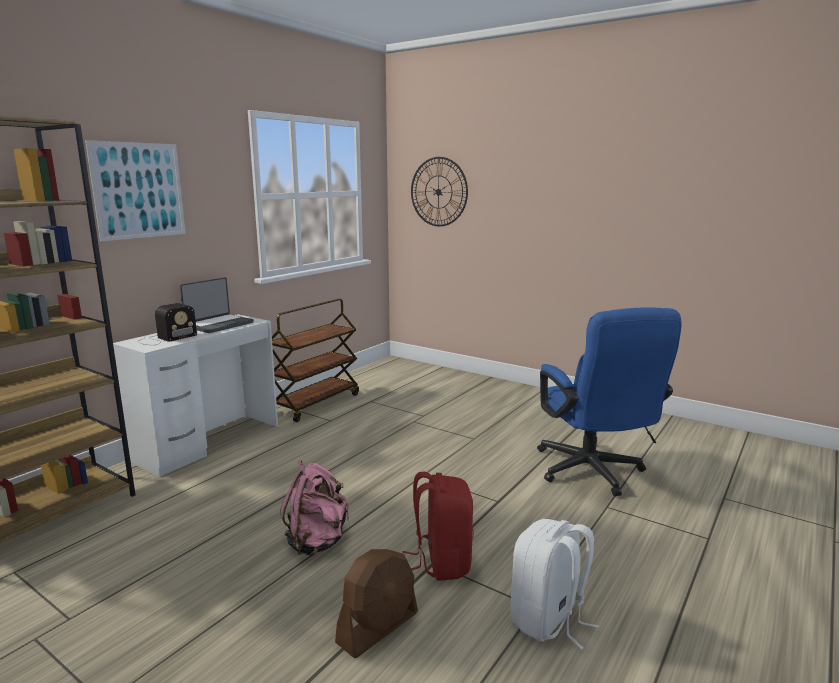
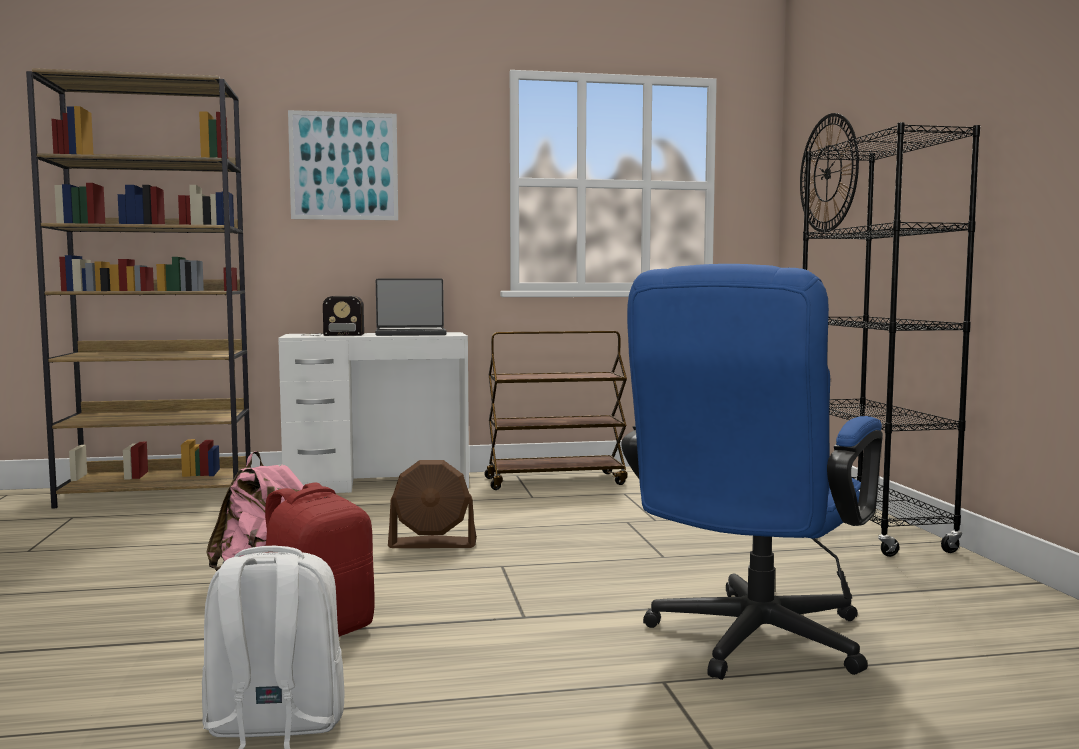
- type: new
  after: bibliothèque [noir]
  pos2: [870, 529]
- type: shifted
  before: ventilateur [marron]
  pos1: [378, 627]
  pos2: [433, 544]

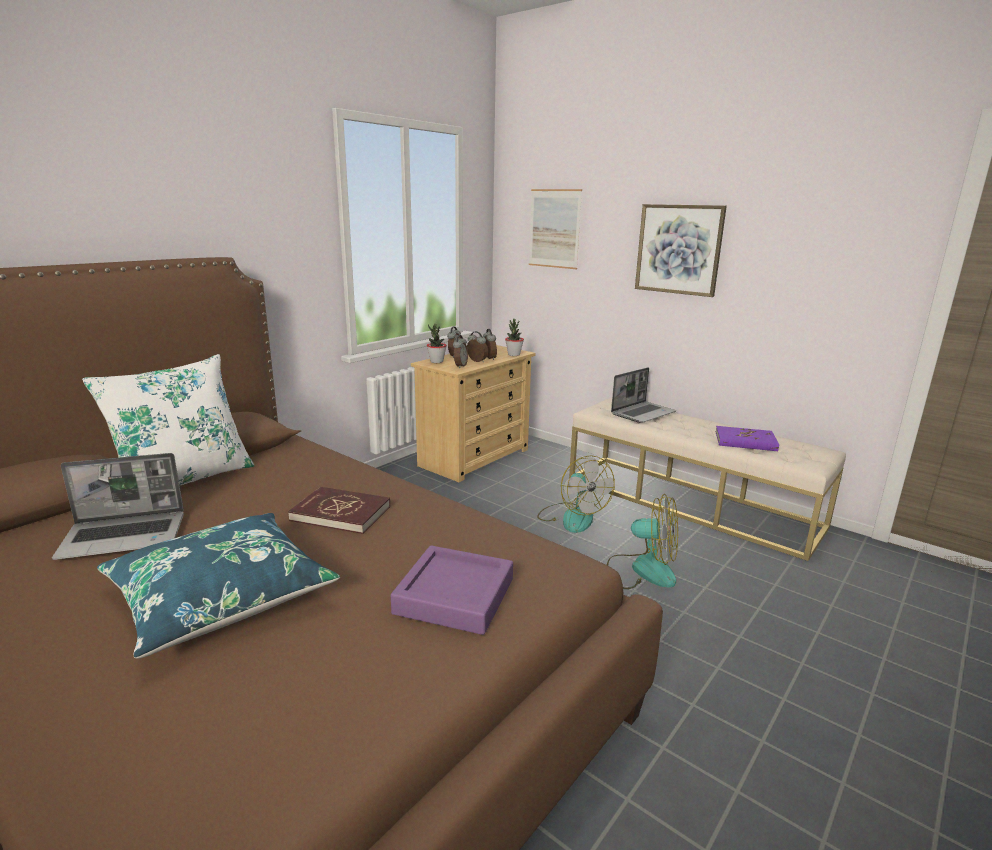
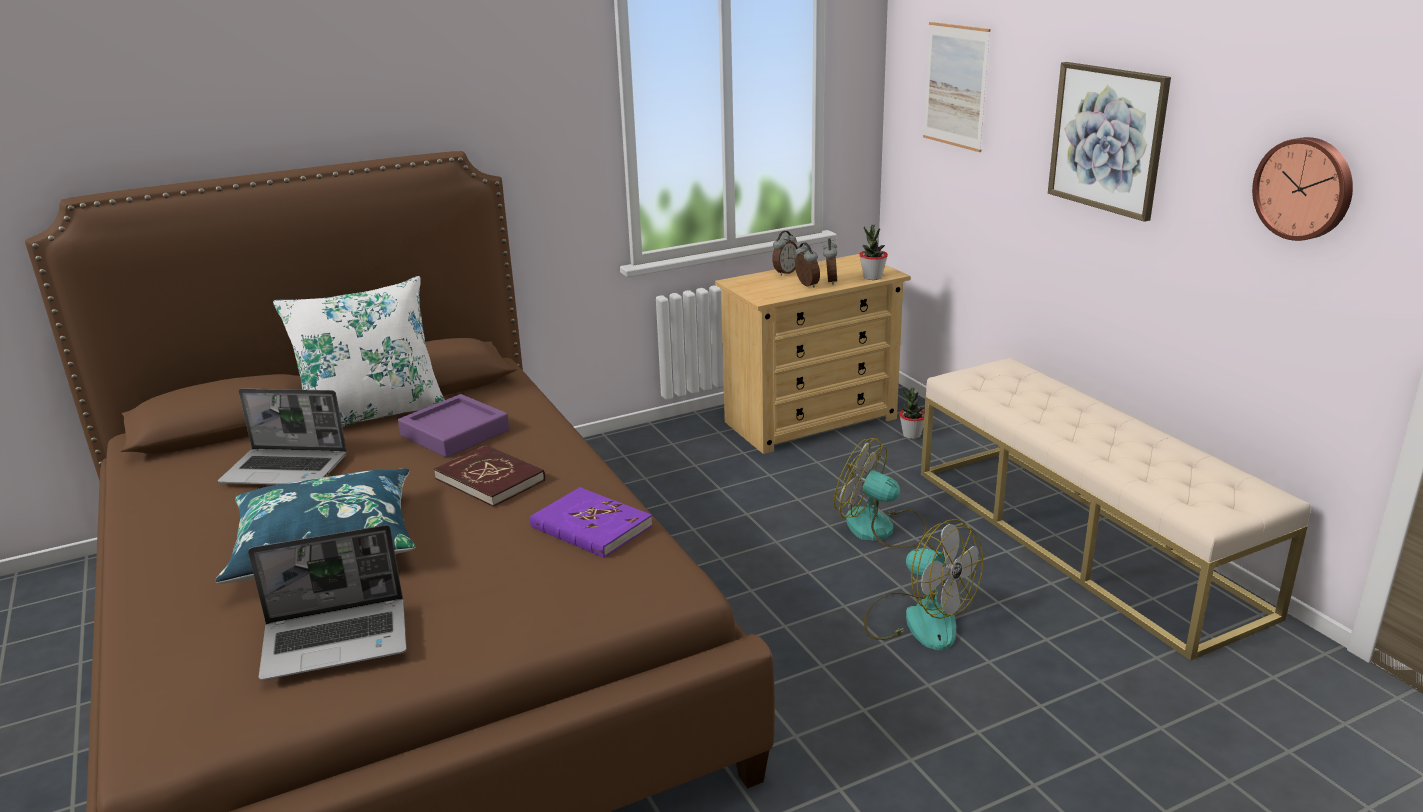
- type: gone
  before: réveil
  pos1: [460, 366]
- type: new
  after: horloge murale
  pos2: [1305, 188]
- type: shifted
  before: plateau [violet]
  pos1: [454, 596]
  pos2: [455, 433]
- type: shifted
  before: plante en pot
  pos1: [436, 362]
  pos2: [911, 435]
- type: shifted
  before: ordinateur portable
  pos1: [643, 413]
  pos2: [338, 640]
- type: shifted
  before: livre [violet]
  pos1: [745, 441]
  pos2: [591, 527]
- type: rotated
  before: ventilateur
  pos1: [572, 517]
  pos2: [881, 529]
  turn: 120

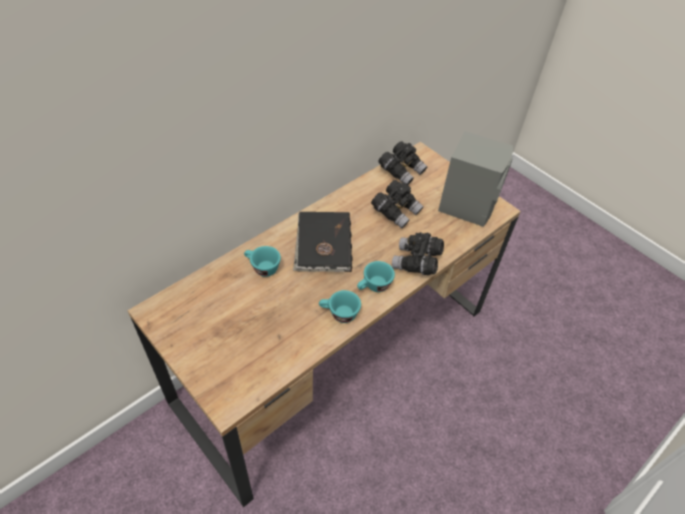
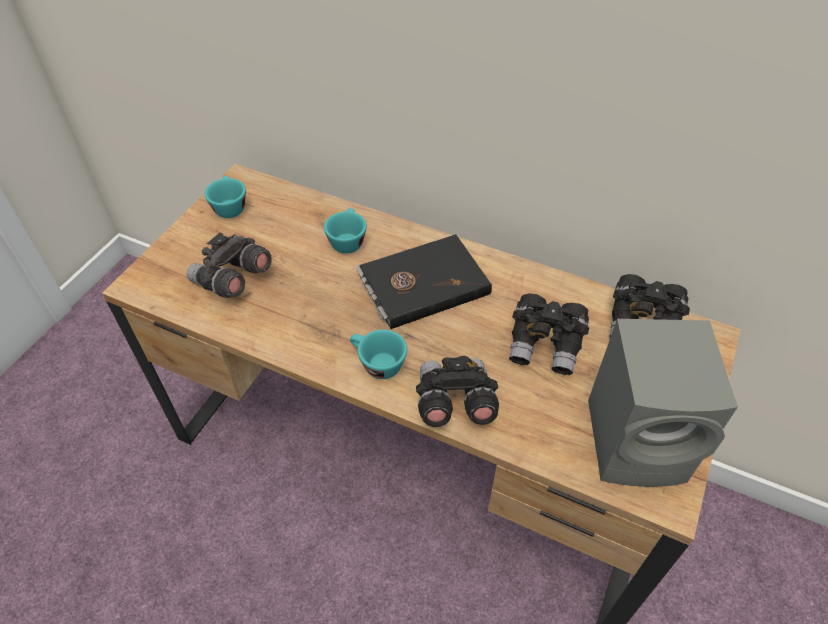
- type: new
  after: jumelles [gris]
  pos2: [232, 280]
- type: shifted
  before: tasse [turquoise]
  pos1: [339, 314]
  pos2: [229, 206]

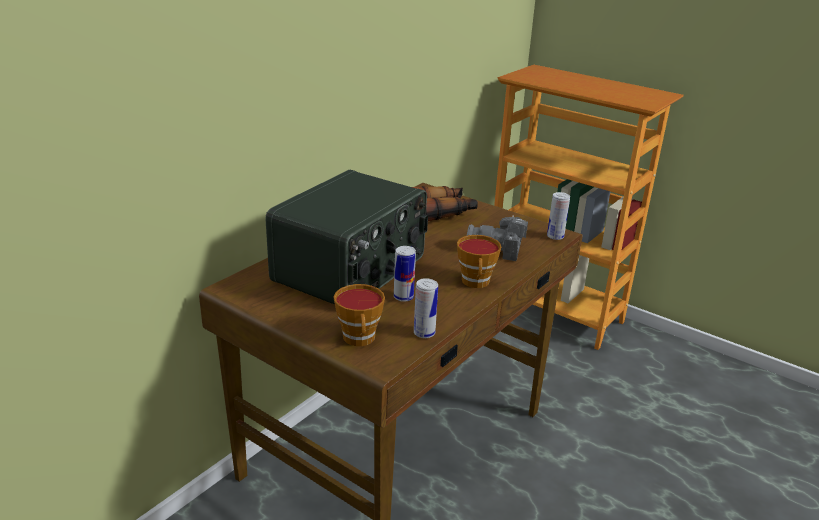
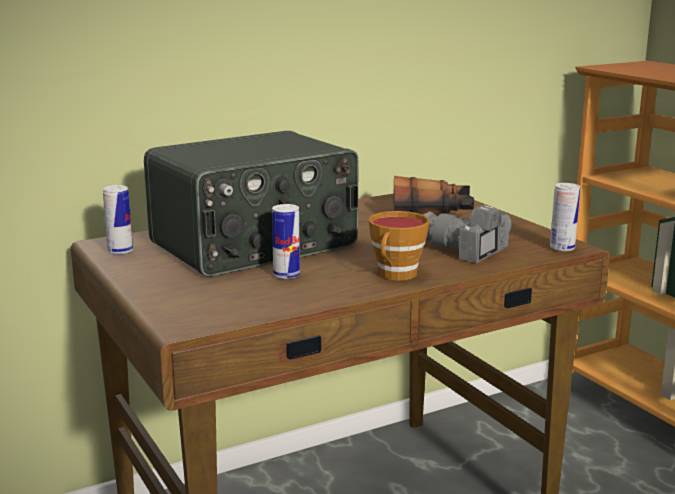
- type: gone
  before: tasse
  pos1: [360, 339]
- type: shifted
  before: boîte métallique
  pos1: [424, 333]
  pos2: [120, 251]

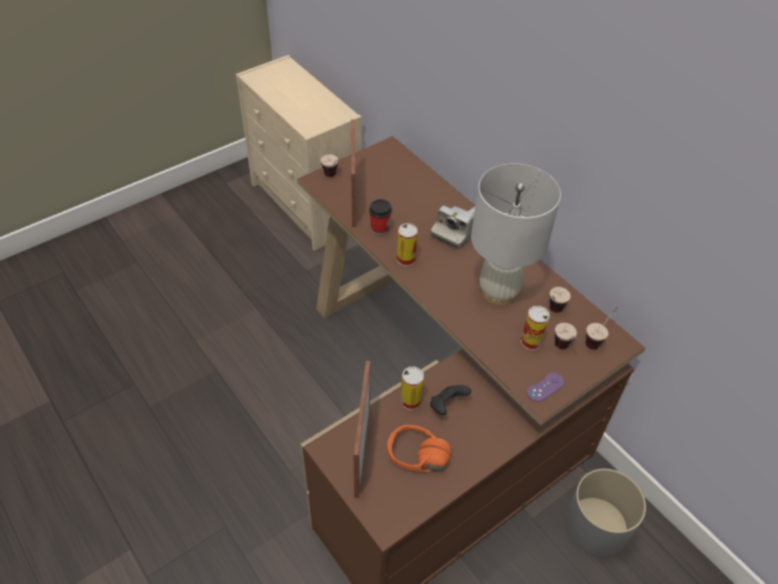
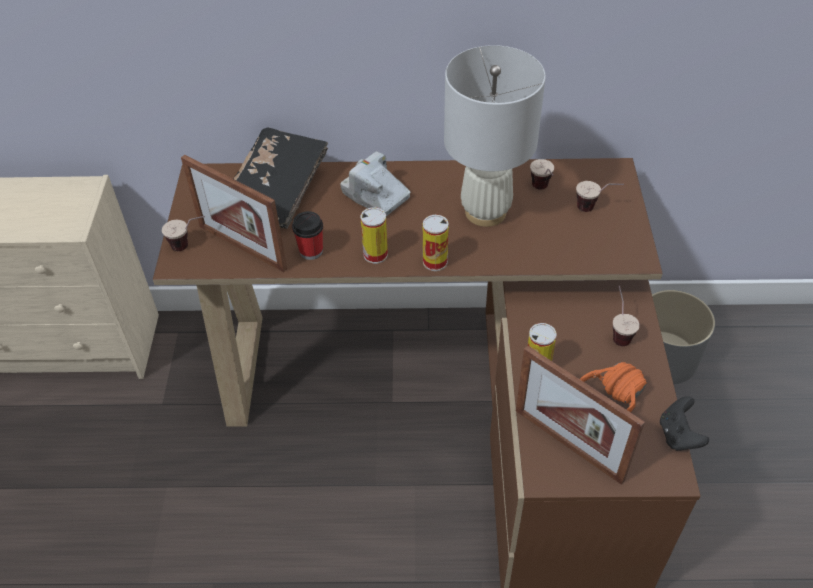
- type: gone
  before: manette [violet]
  pos1: [545, 387]
- type: new
  after: livre [noir]
  pos2: [277, 191]
- type: shifted
  before: manette [noir]
  pos1: [447, 406]
  pos2: [678, 435]
- type: shifted
  before: boîte métallique
  pos1: [531, 342]
  pos2: [435, 262]
- type: shifted
  before: tasse
  pos1: [597, 339]
  pos2: [618, 331]
- type: rotated
  before: appareil photo
  pos1: [455, 231]
  pos2: [376, 195]
  turn: 150

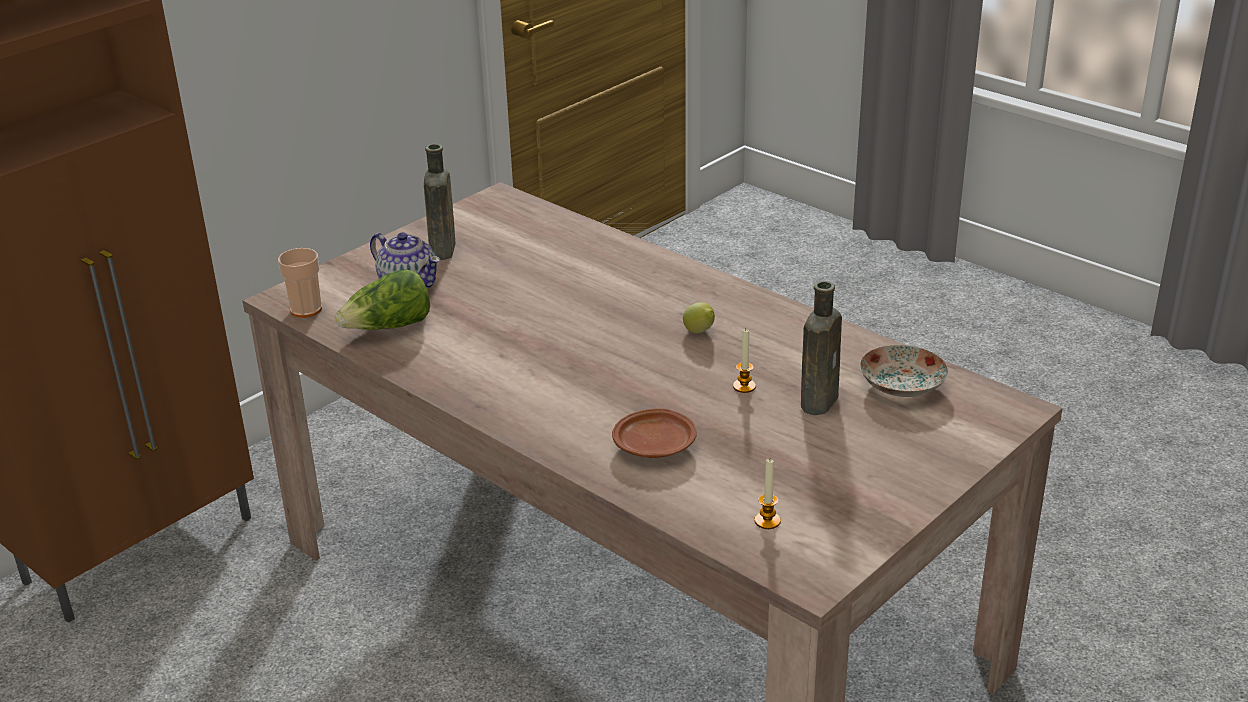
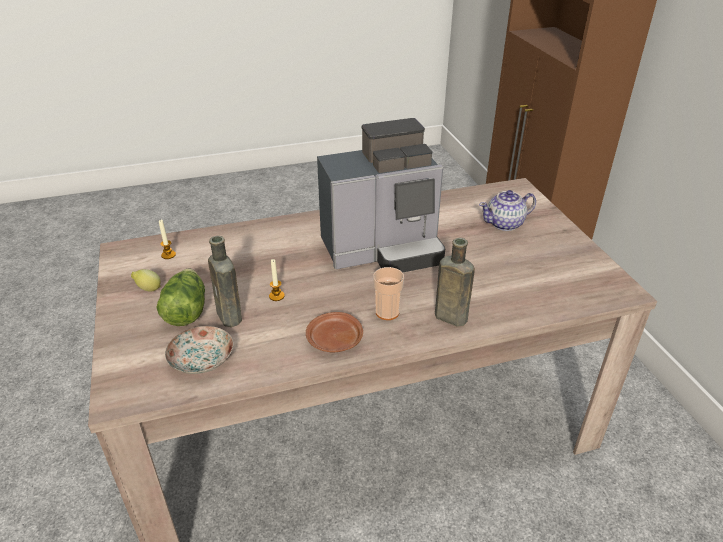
- type: new
  after: machine à café
  pos2: [383, 250]
- type: shifted
  before: tasse
  pos1: [306, 309]
  pos2: [387, 312]
- type: shifted
  before: laitue
  pos1: [389, 327]
  pos2: [185, 310]
- type: shifted
  before: bouteille [marron]
  pos1: [443, 252]
  pos2: [448, 317]
- type: shifted
  before: assiette [marron]
  pos1: [655, 446]
  pos2: [334, 340]
- type: shifted
  before: citron
  pos1: [700, 332]
  pos2: [148, 289]

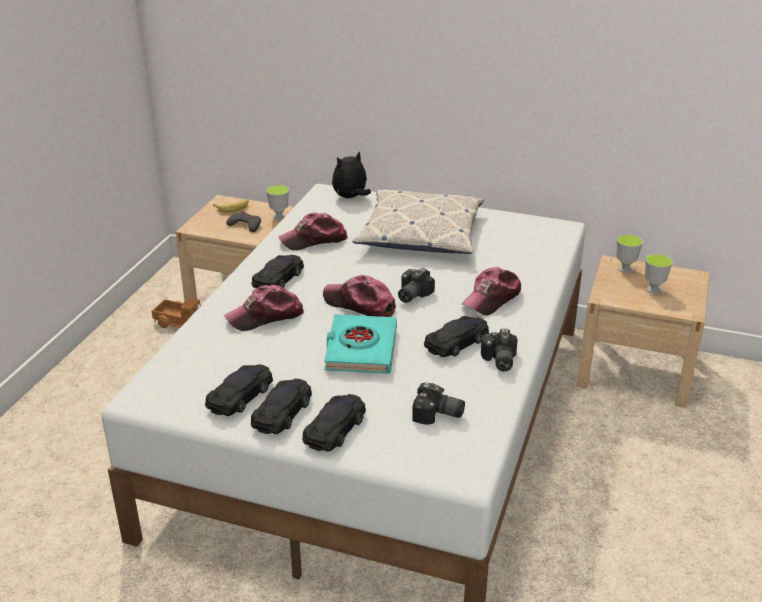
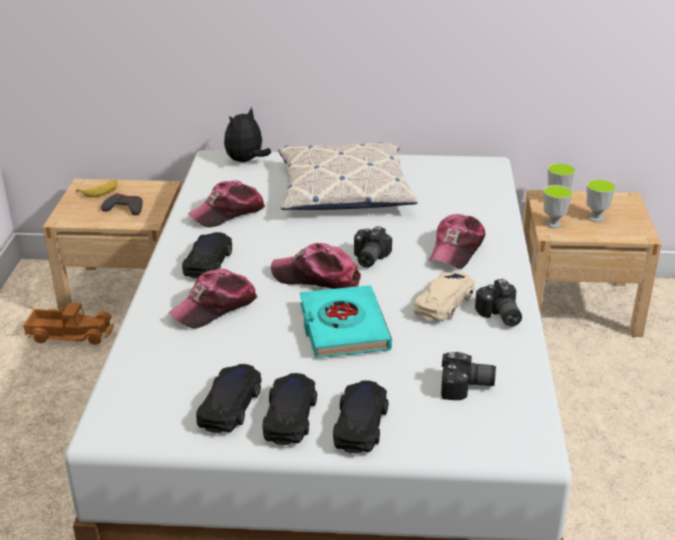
- type: shifted
  before: tasse
  pos1: [279, 217]
  pos2: [553, 224]
- type: repainted
  before: petite voiture [noir]
  after: petite voiture [beige]
  pos1: [457, 341]
  pos2: [445, 302]

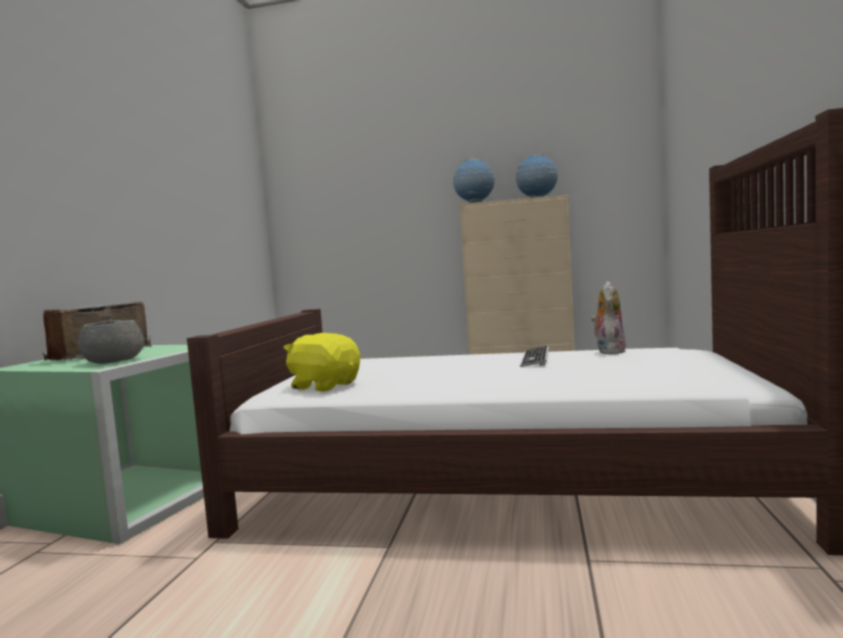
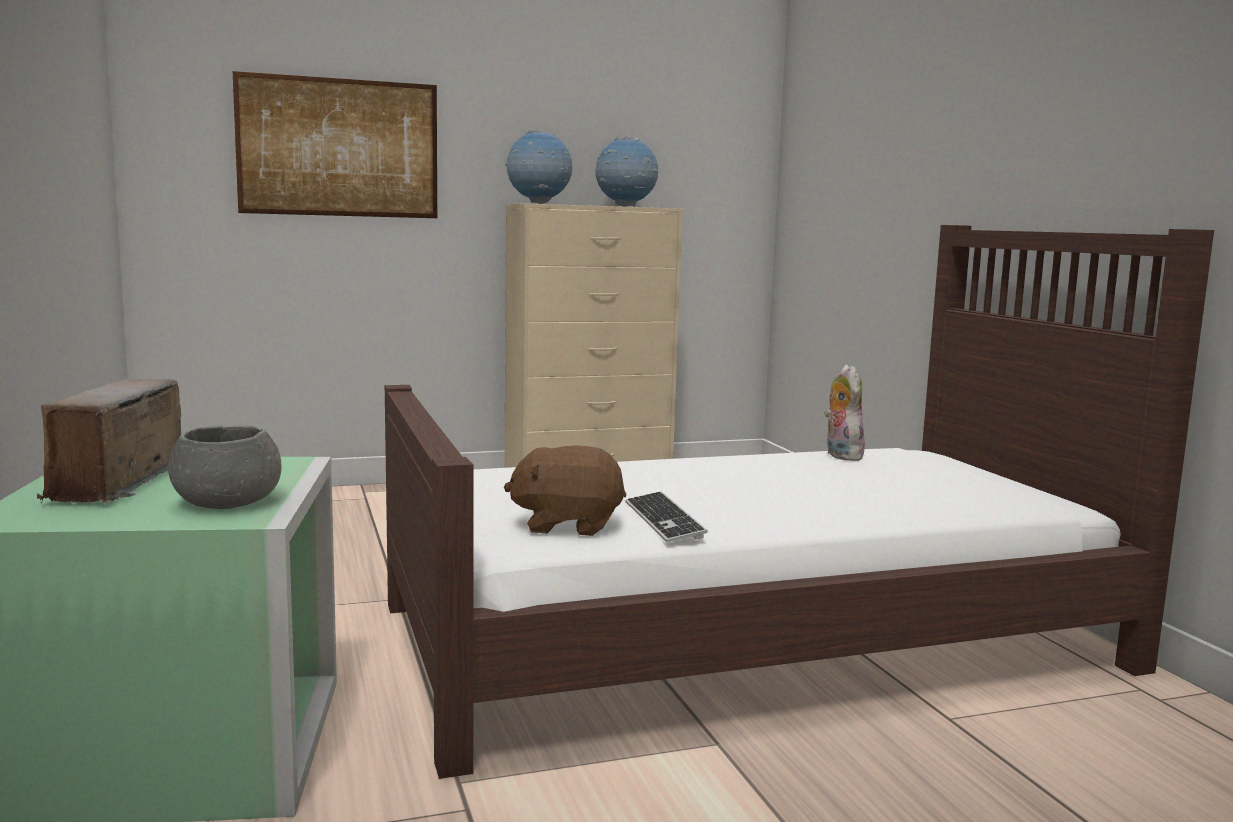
- type: new
  after: tableau
  pos2: [339, 148]
- type: shifted
  before: clavier
  pos1: [535, 359]
  pos2: [663, 520]
- type: repainted
  before: peluche [jaune]
  after: peluche [marron]
  pos1: [324, 386]
  pos2: [567, 525]

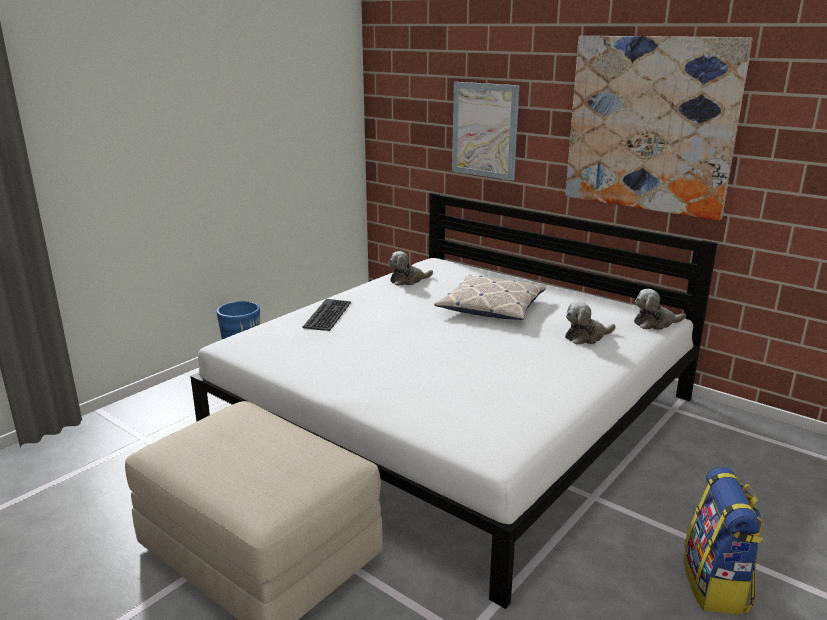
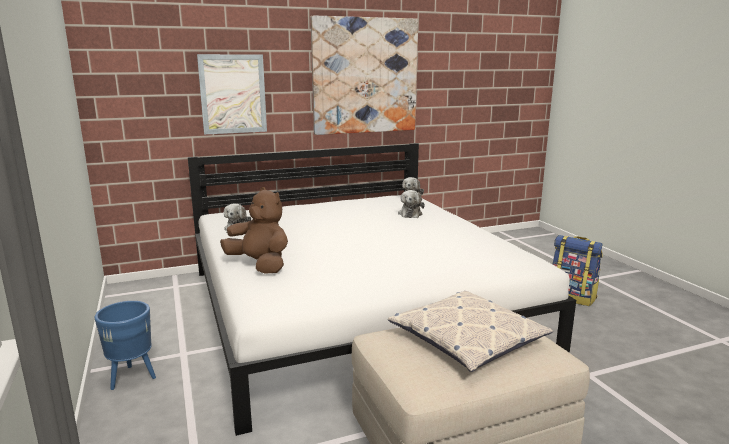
- type: shifted
  before: coussin
  pos1: [491, 307]
  pos2: [467, 339]
- type: swapped
  before: clavier
  after: peluche [marron]
  pos1: [328, 315]
  pos2: [260, 265]

